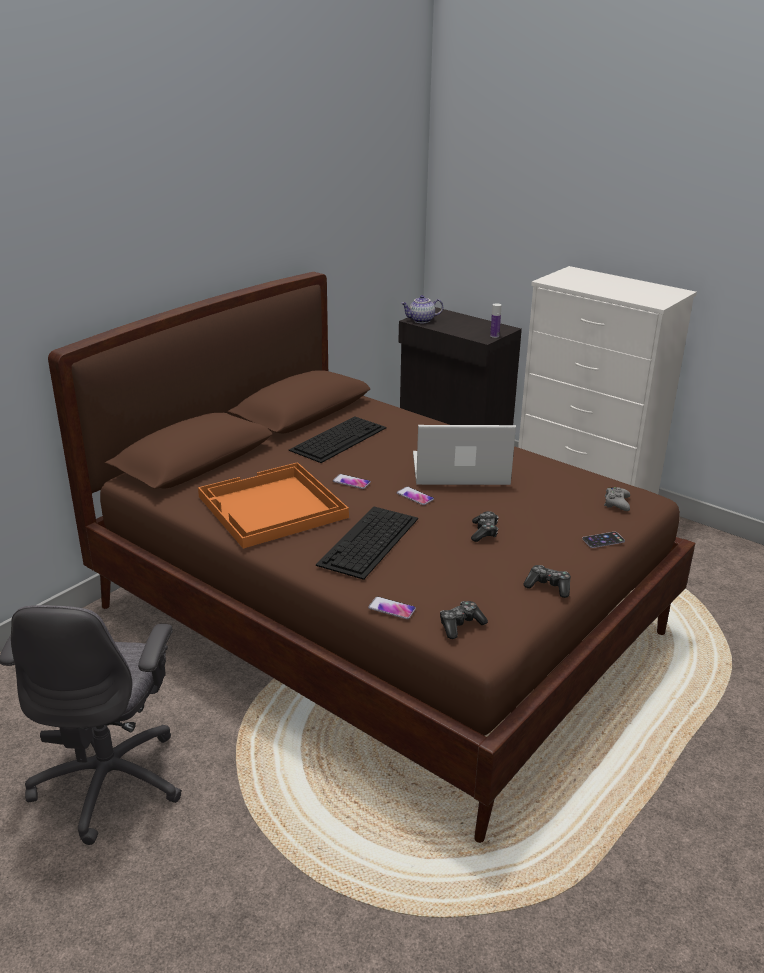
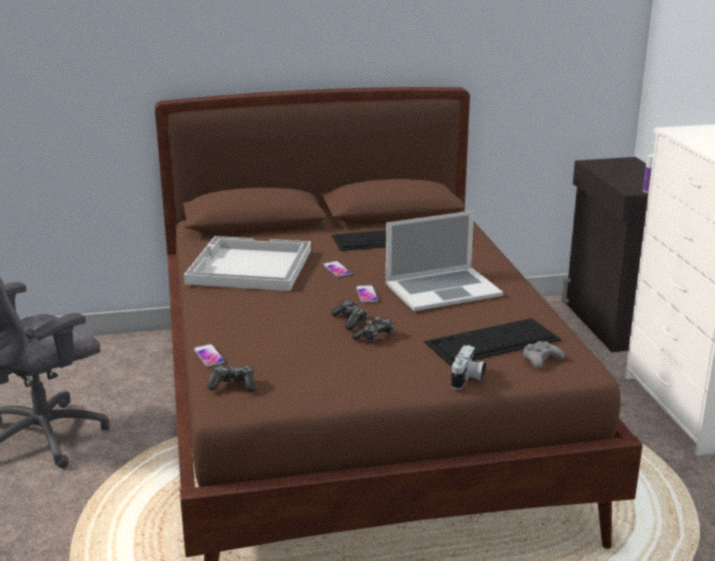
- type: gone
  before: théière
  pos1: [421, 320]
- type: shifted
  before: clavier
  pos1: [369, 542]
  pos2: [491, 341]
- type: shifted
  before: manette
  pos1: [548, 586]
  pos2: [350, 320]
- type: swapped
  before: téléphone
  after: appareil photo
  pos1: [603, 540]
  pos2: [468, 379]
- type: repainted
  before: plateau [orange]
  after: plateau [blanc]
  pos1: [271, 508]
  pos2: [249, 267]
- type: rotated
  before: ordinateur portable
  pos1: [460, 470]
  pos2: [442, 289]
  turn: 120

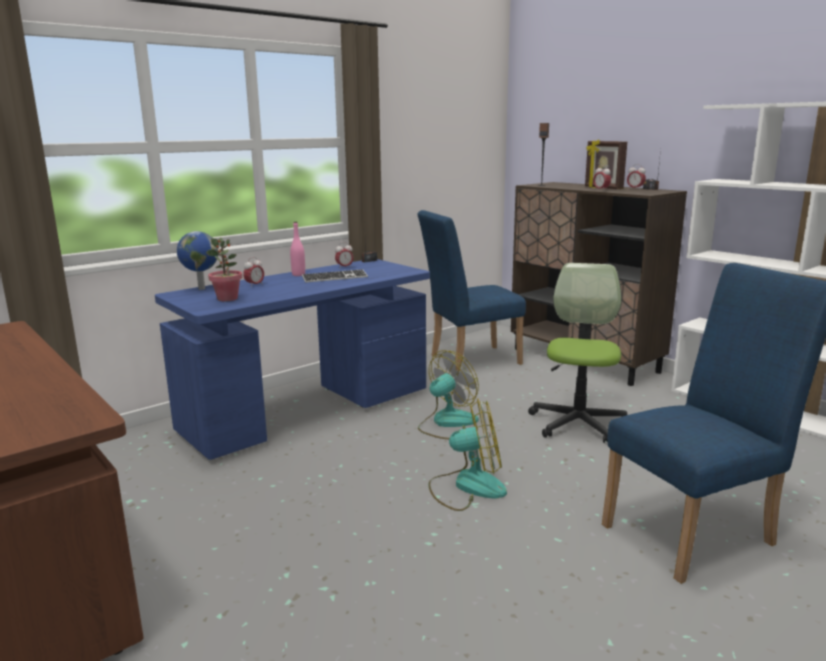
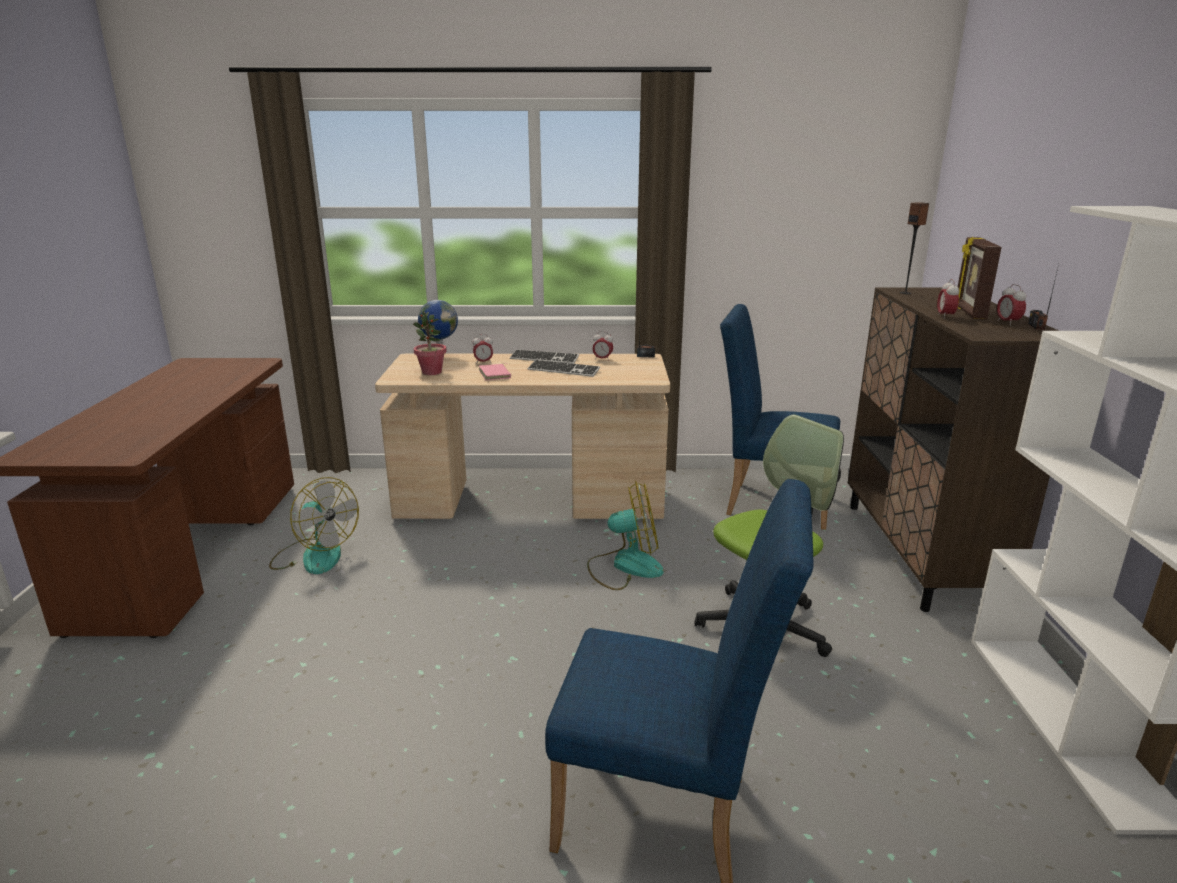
- type: new
  after: livre [rose]
  pos2: [496, 374]
- type: shifted
  before: ventilateur
  pos1: [467, 486]
  pos2: [315, 555]
- type: swapped
  before: bouteille [rose]
  after: clavier
  pos1: [298, 275]
  pos2: [544, 359]
- type: repainted
  before: bureau [bleu]
  after: bureau [beige]
  pos1: [308, 411]
  pos2: [531, 502]

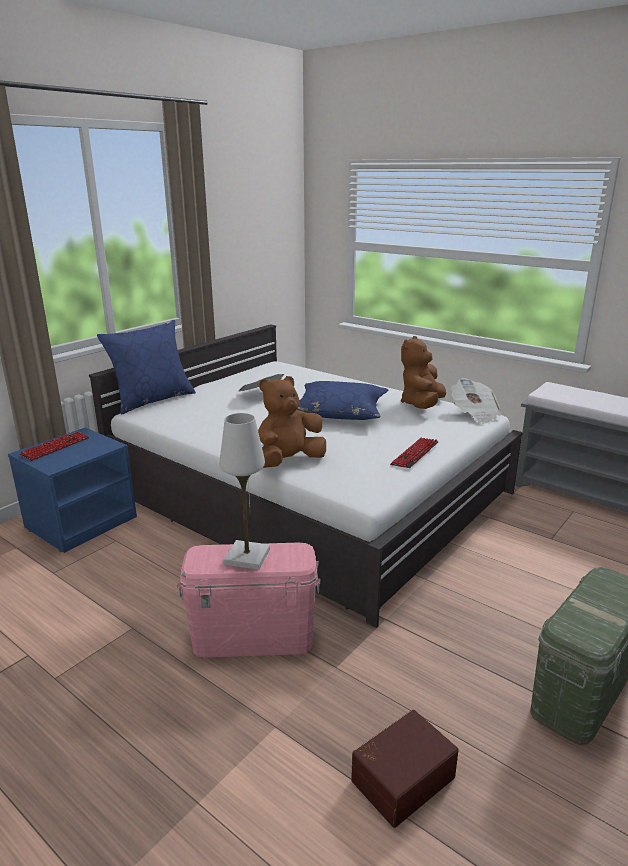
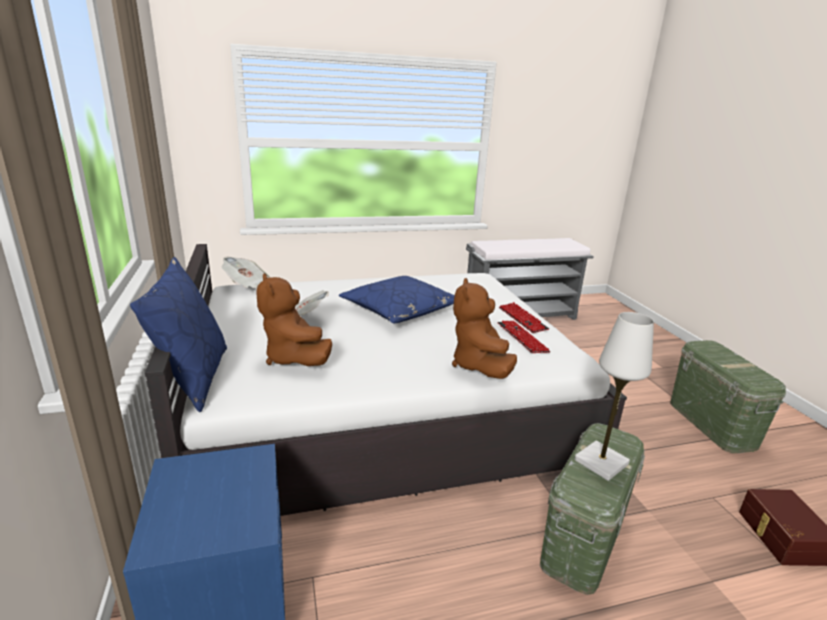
- type: shifted
  before: clavier
  pos1: [55, 447]
  pos2: [522, 338]
- type: shifted
  before: peluche [marron]
  pos1: [421, 405]
  pos2: [294, 358]
- type: shifted
  before: journal
  pos1: [474, 414]
  pos2: [249, 287]
- type: repainted
  before: boîte de rangement [rose]
  after: boîte de rangement [vert]
  pos1: [253, 636]
  pos2: [583, 539]

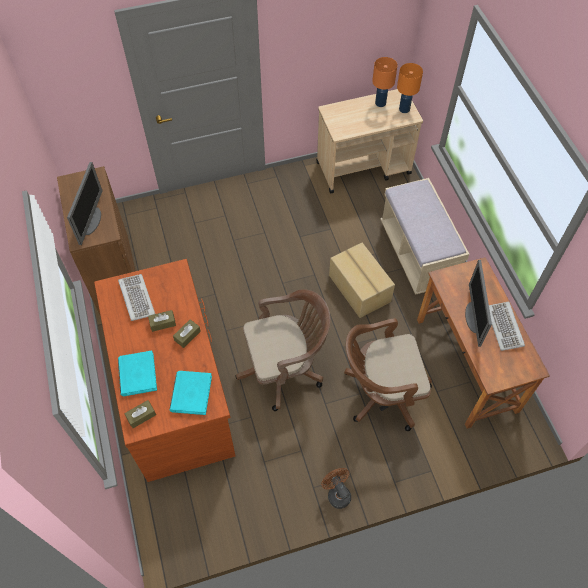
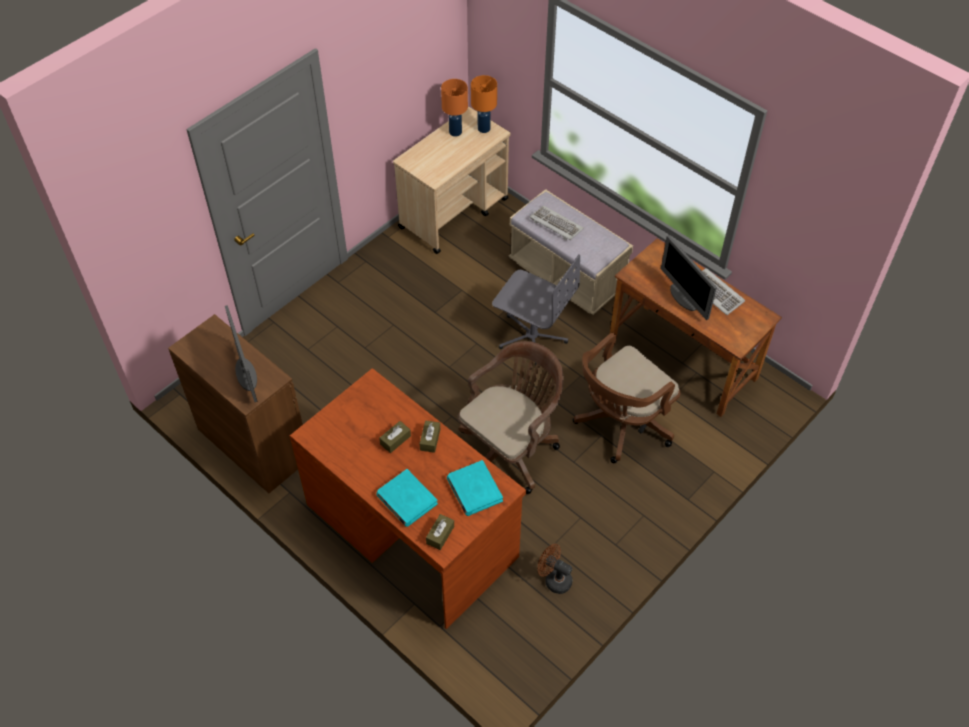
- type: shifted
  before: clavier
  pos1: [136, 298]
  pos2: [555, 224]
- type: shifted
  before: ventilateur [marron]
  pos1: [337, 493]
  pos2: [554, 579]
- type: swapped
  before: carton
  after: chaise de bureau [gris]
  pos1: [359, 289]
  pos2: [532, 336]

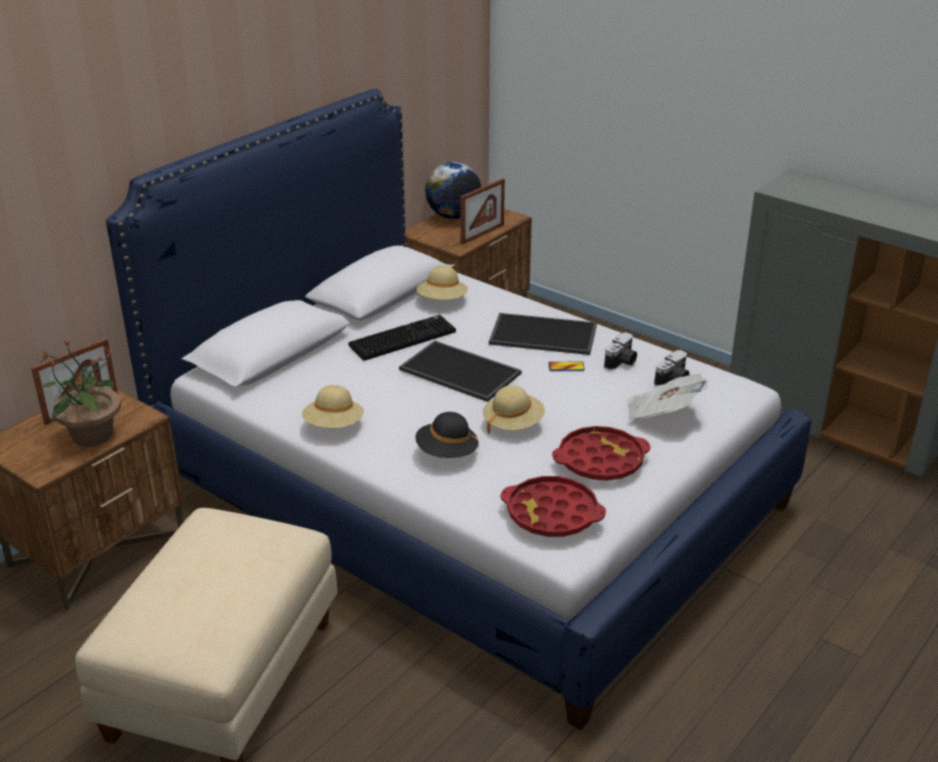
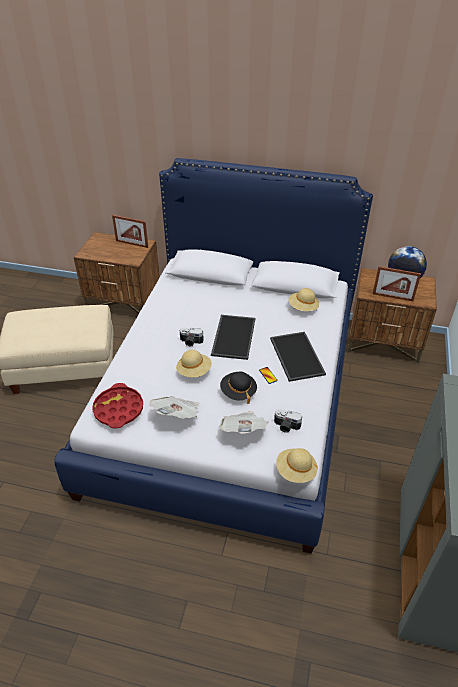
- type: gone
  before: plante en pot
  pos1: [91, 436]
- type: gone
  before: clavier
  pos1: [403, 338]
- type: shifted
  before: chapeau [beige]
  pos1: [334, 425]
  pos2: [295, 471]
- type: shifted
  before: chapeau [noir]
  pos1: [447, 453]
  pos2: [238, 392]
- type: shifted
  before: appareil photo
  pos1: [622, 362]
  pos2: [191, 342]
- type: swapped
  before: plateau [rouge]
  after: journal
  pos1: [600, 460]
  pos2: [177, 415]

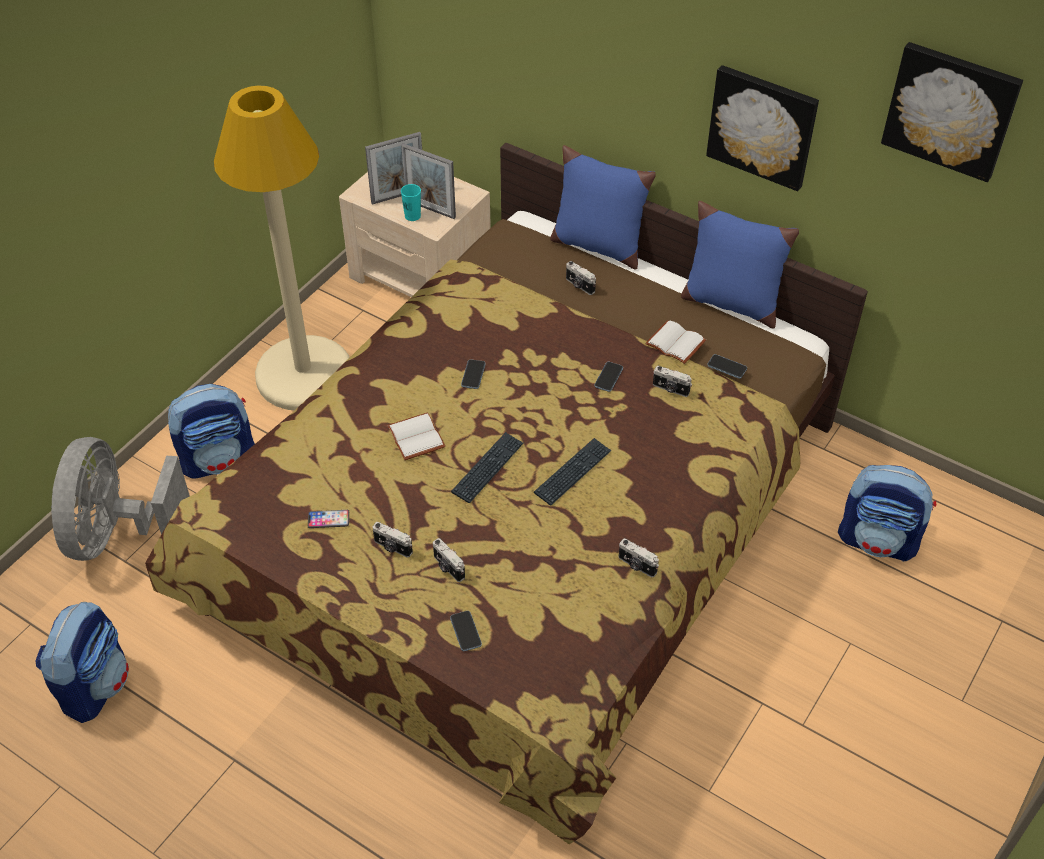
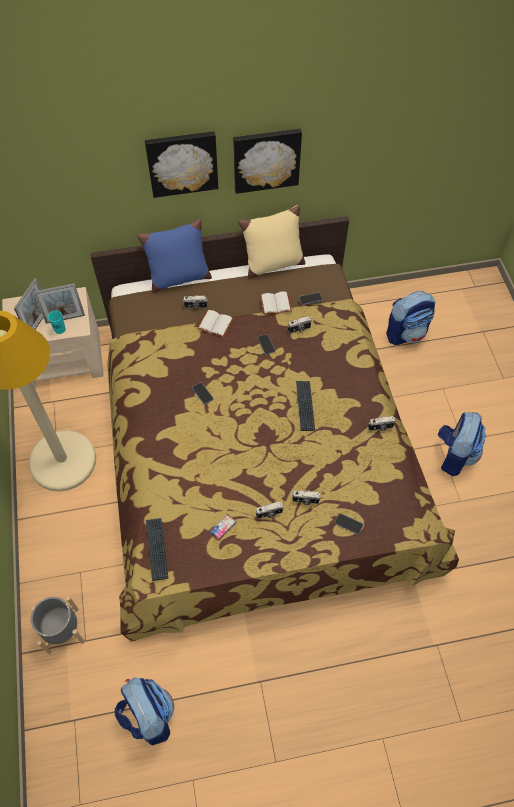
- type: shifted
  before: sac à dos
  pos1: [219, 460]
  pos2: [454, 455]
- type: shifted
  before: livre [blanc]
  pos1: [418, 437]
  pos2: [216, 323]
- type: shifted
  before: clavier
  pos1: [488, 468]
  pos2: [157, 549]
- type: shifted
  before: tableau
  pos1: [951, 109]
  pos2: [182, 163]
- type: swapped
  before: ventilateur [gris]
  after: cache-pot [gris]
  pos1: [118, 532]
  pos2: [63, 630]
- type: repainted
  before: coussin [bleu]
  after: coussin [beige]
  pos1: [730, 303]
  pos2: [272, 264]

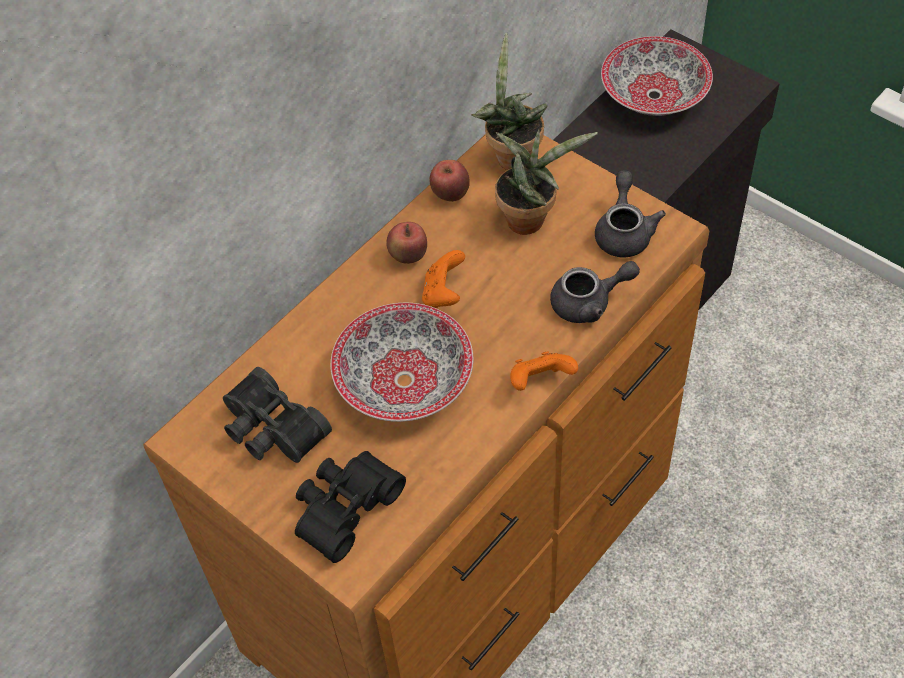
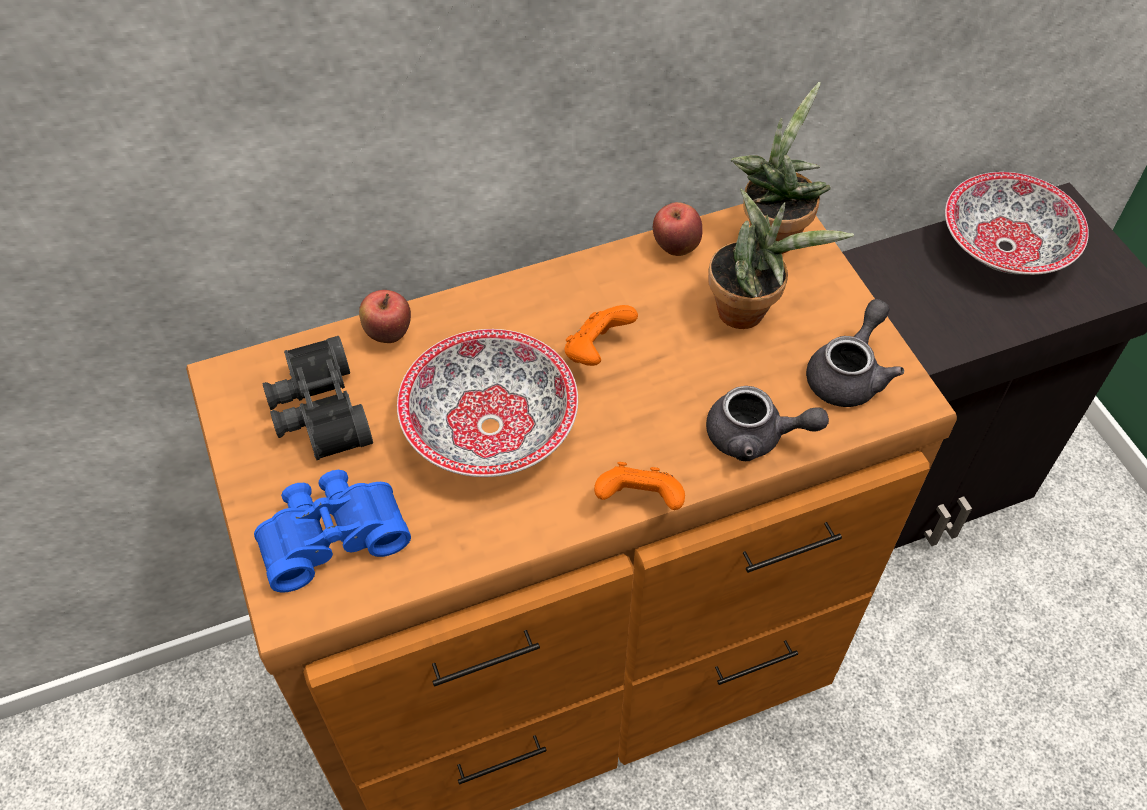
- type: shifted
  before: pomme
  pos1: [408, 257]
  pos2: [388, 334]
- type: repainted
  before: jumelles [noir]
  after: jumelles [bleu]
  pos1: [343, 507]
  pos2: [332, 534]

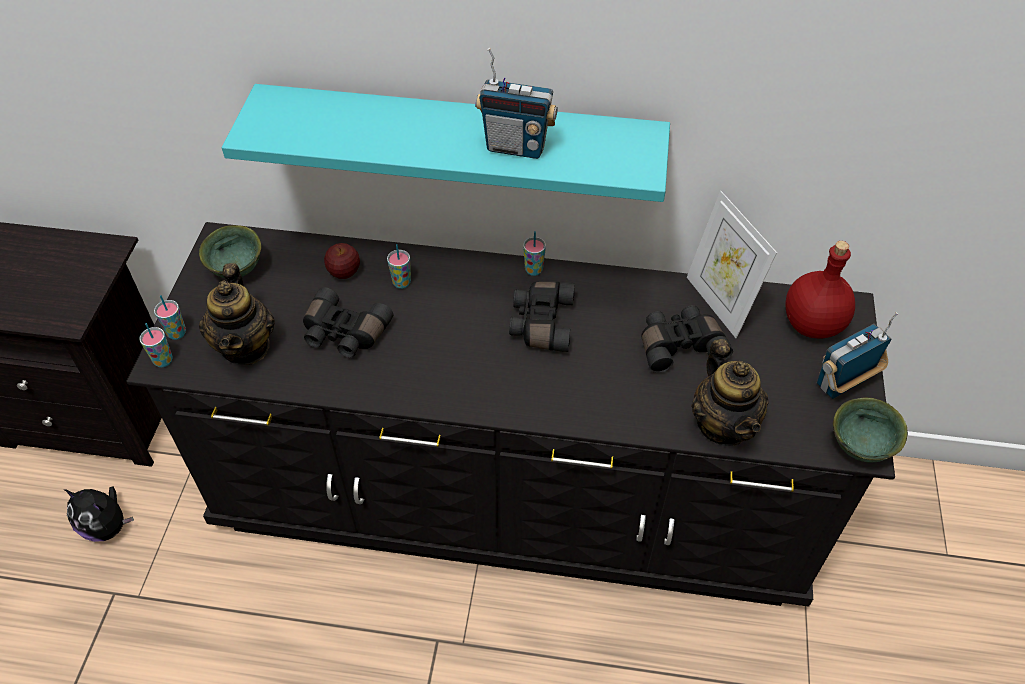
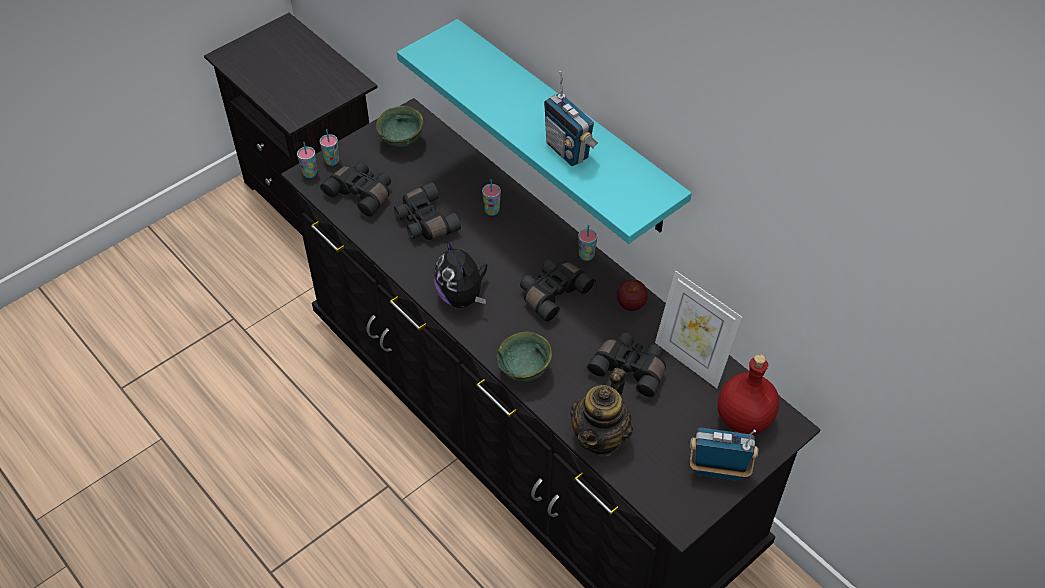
- type: shifted
  before: peluche
  pos1: [107, 526]
  pos2: [462, 296]
- type: shifted
  before: pomme
  pos1: [344, 272]
  pos2: [630, 304]
- type: shifted
  before: bol [vert]
  pos1: [861, 448]
  pos2: [525, 372]
- type: swapped
  before: théière
  after: jumelles [noir]
  pos1: [246, 346]
  pos2: [362, 194]
- type: rotated
  before: cadre photo
  pos1: [718, 304]
  pos2: [690, 360]
  turn: -60

